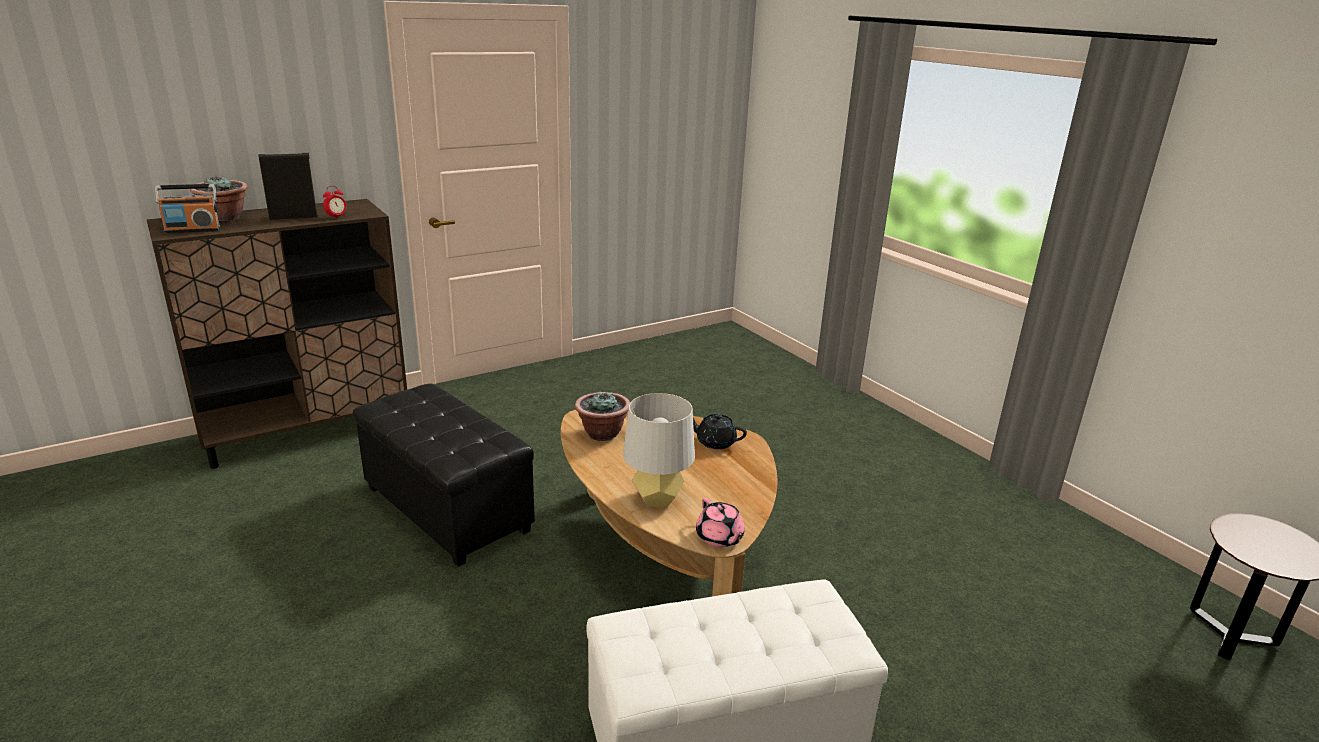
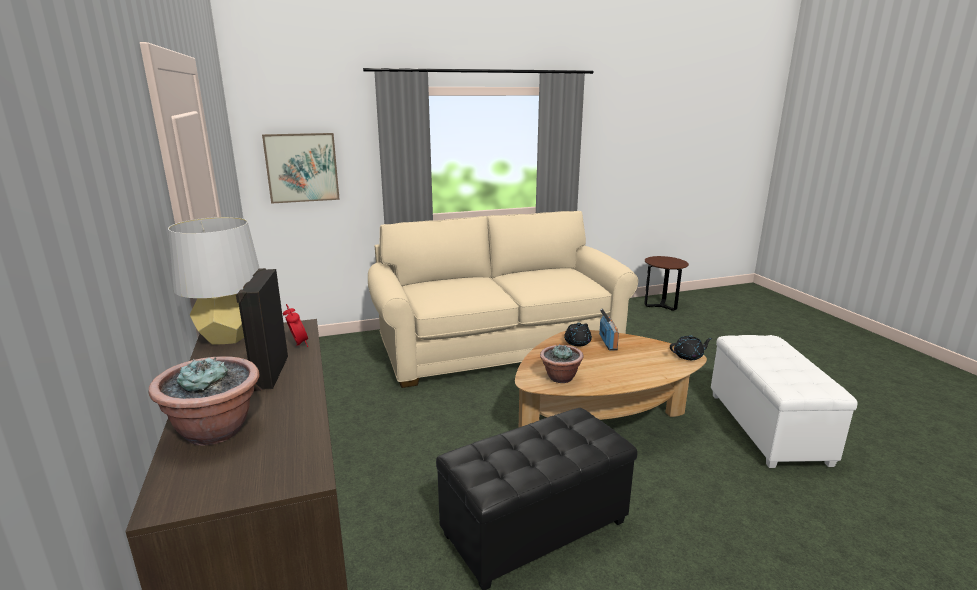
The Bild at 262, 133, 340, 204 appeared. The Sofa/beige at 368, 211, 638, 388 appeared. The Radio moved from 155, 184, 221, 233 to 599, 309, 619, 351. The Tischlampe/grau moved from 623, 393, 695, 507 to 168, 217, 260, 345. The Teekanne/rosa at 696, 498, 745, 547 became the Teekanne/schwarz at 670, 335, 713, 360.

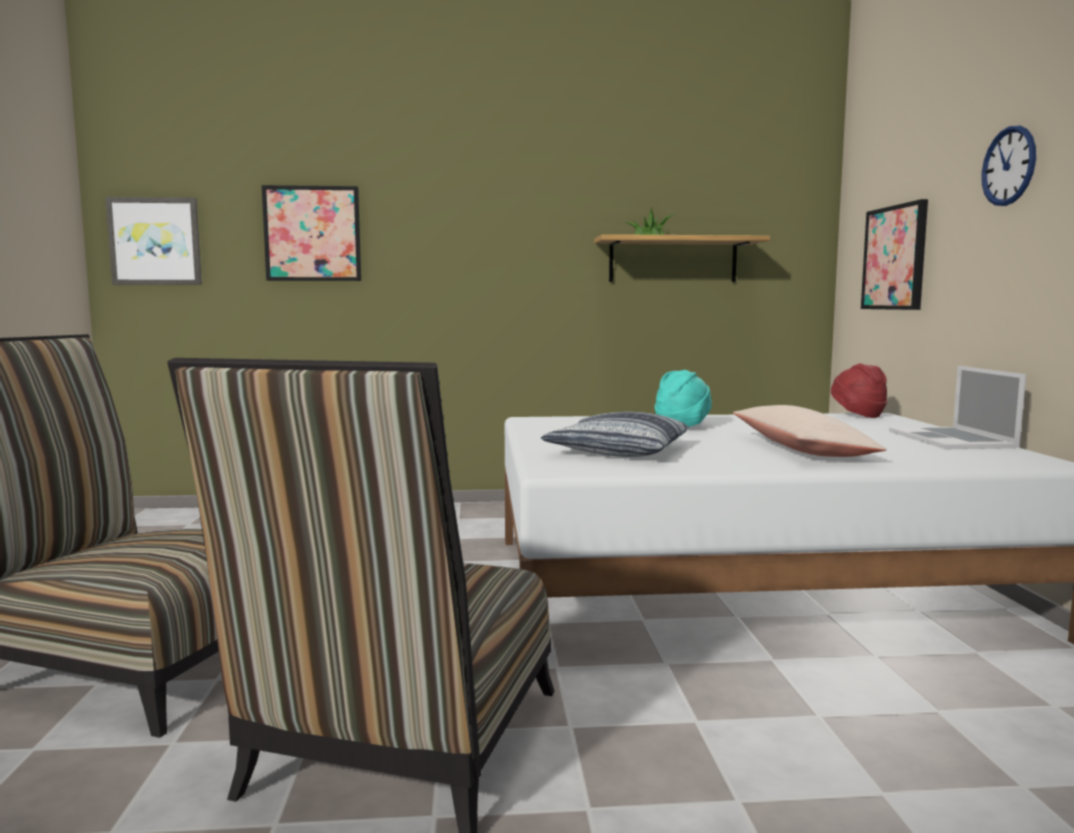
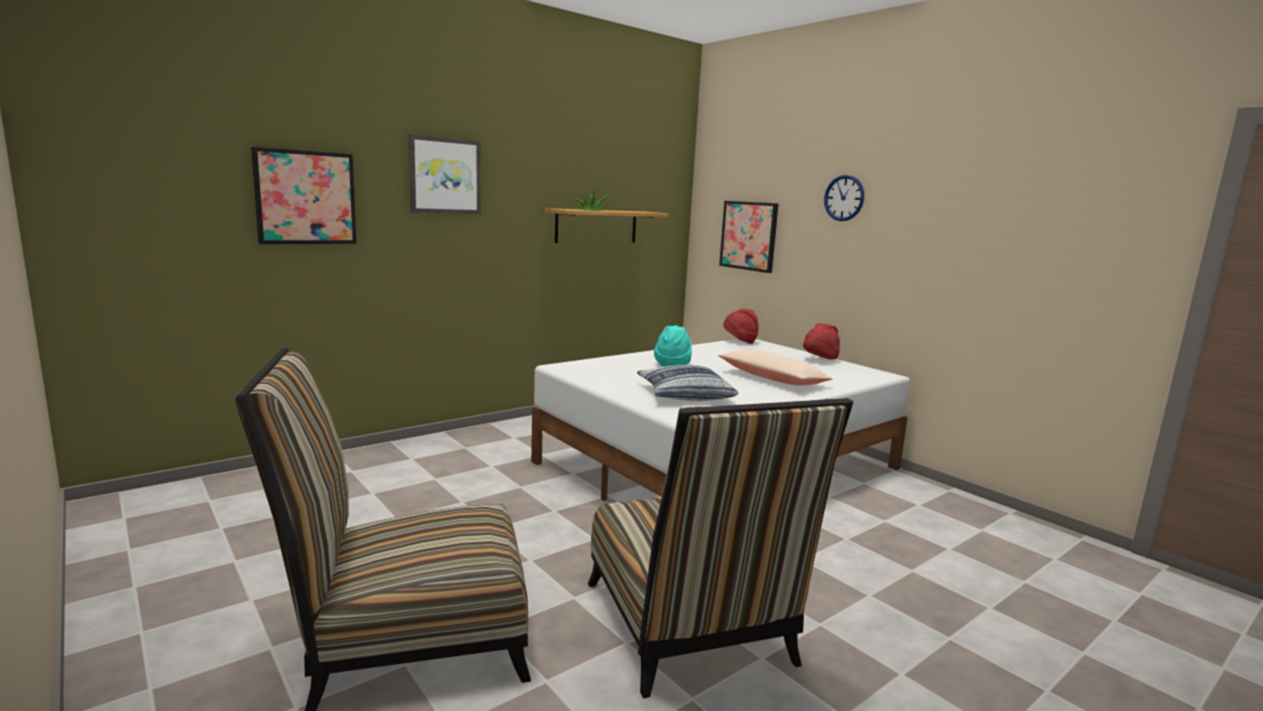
The Bild moved from 106, 197, 202, 285 to 408, 134, 481, 214. The Laptop at 889, 365, 1026, 449 was replaced by the Hut/rot at 803, 323, 840, 360.

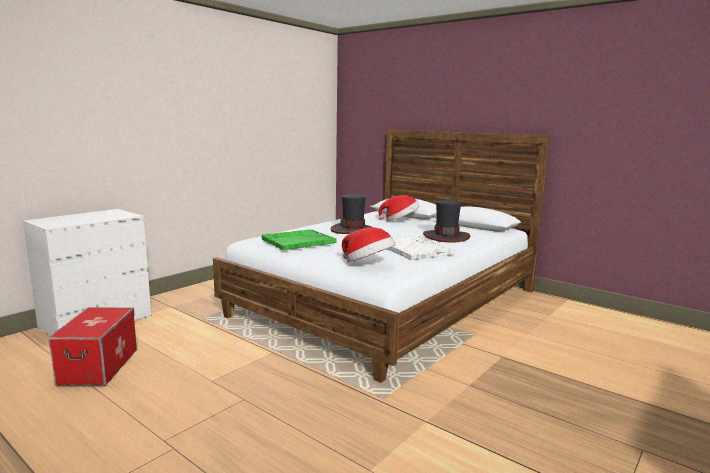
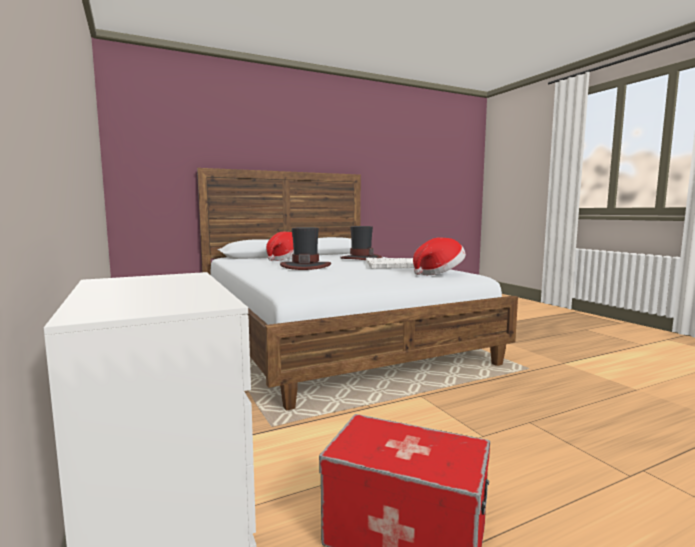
The Tablett/grün at 261, 229, 337, 250 disappeared.

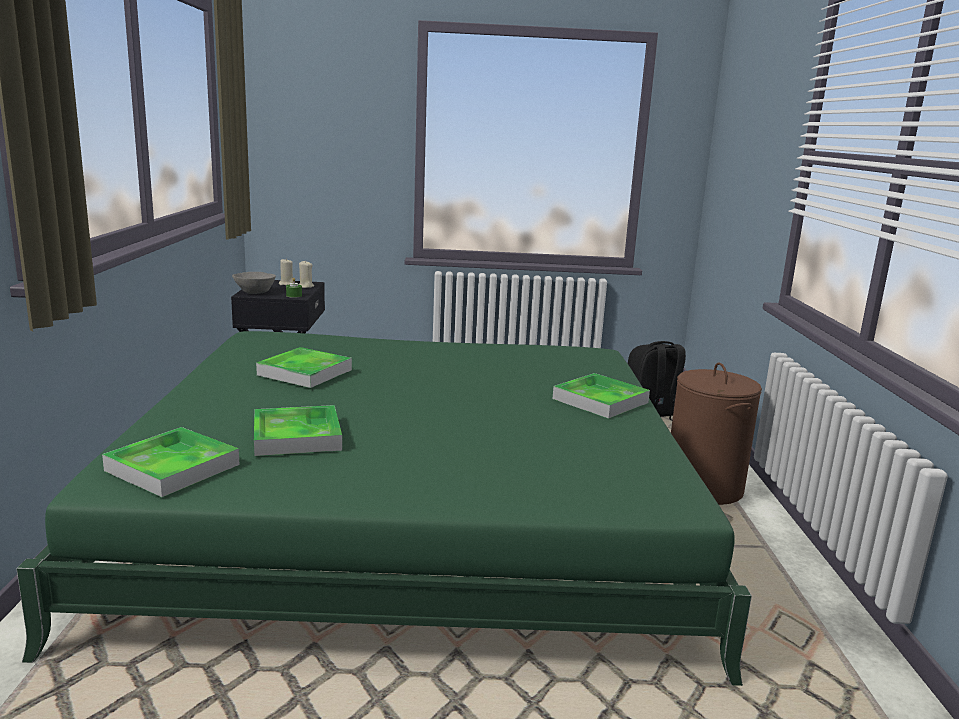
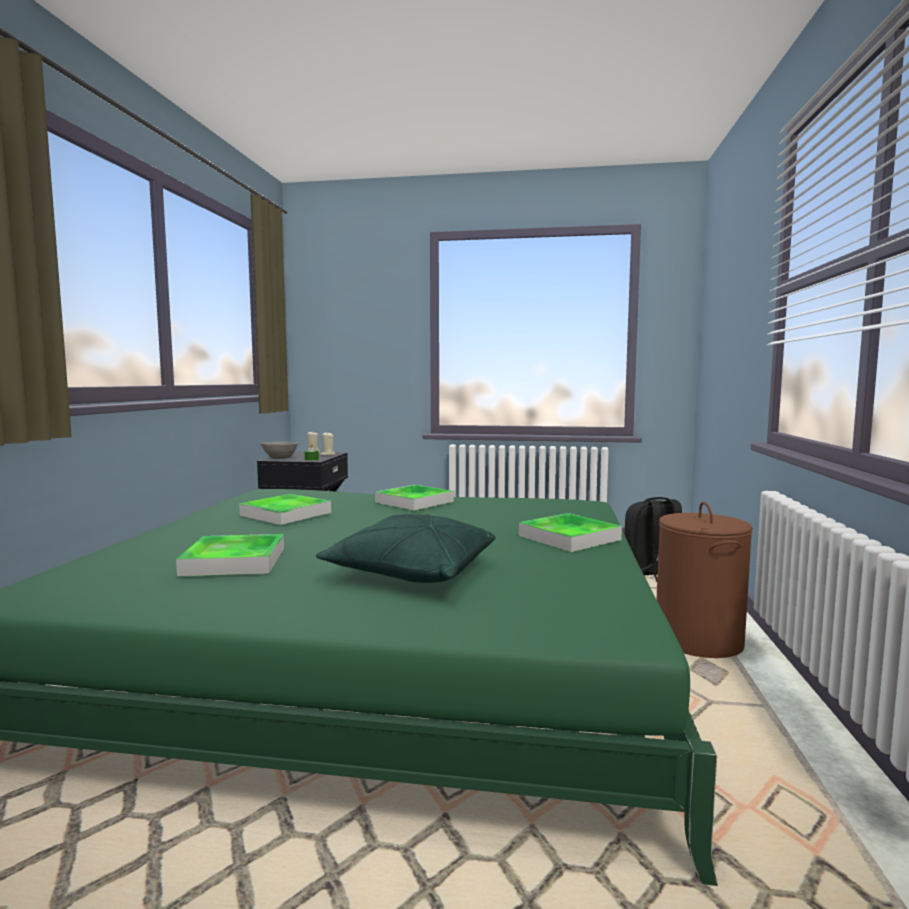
The Kissen/grün at 316, 514, 495, 583 appeared. The Tablett moved from 102, 427, 240, 497 to 375, 485, 454, 511.

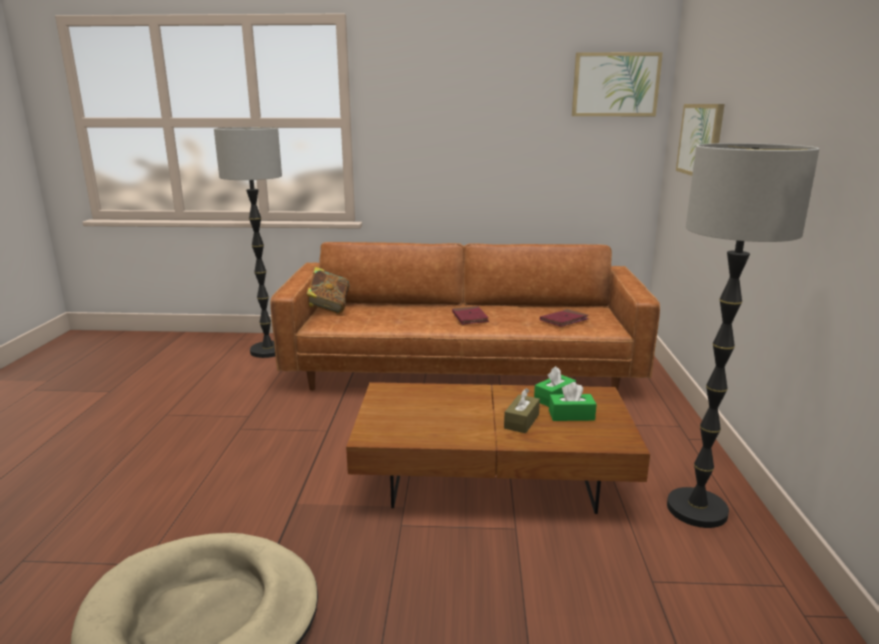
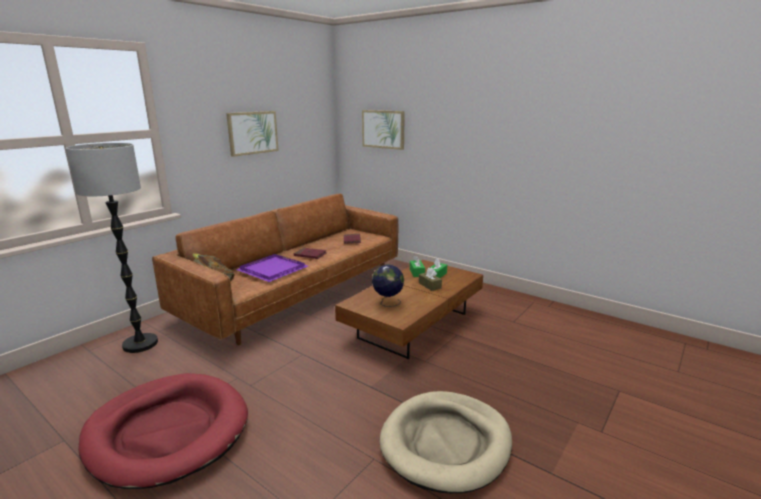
The Stehlampe at 667, 143, 819, 528 disappeared. The Hundebett/rot at 78, 373, 248, 489 appeared. The Tablett/lila at 236, 254, 308, 282 appeared. The Globus at 372, 264, 404, 307 appeared. The Bild moved from 572, 52, 663, 116 to 226, 111, 279, 157.

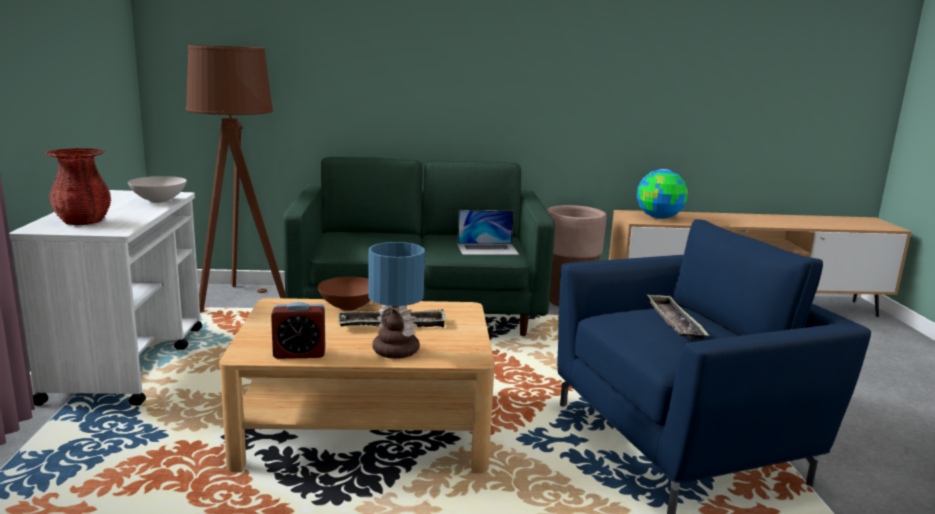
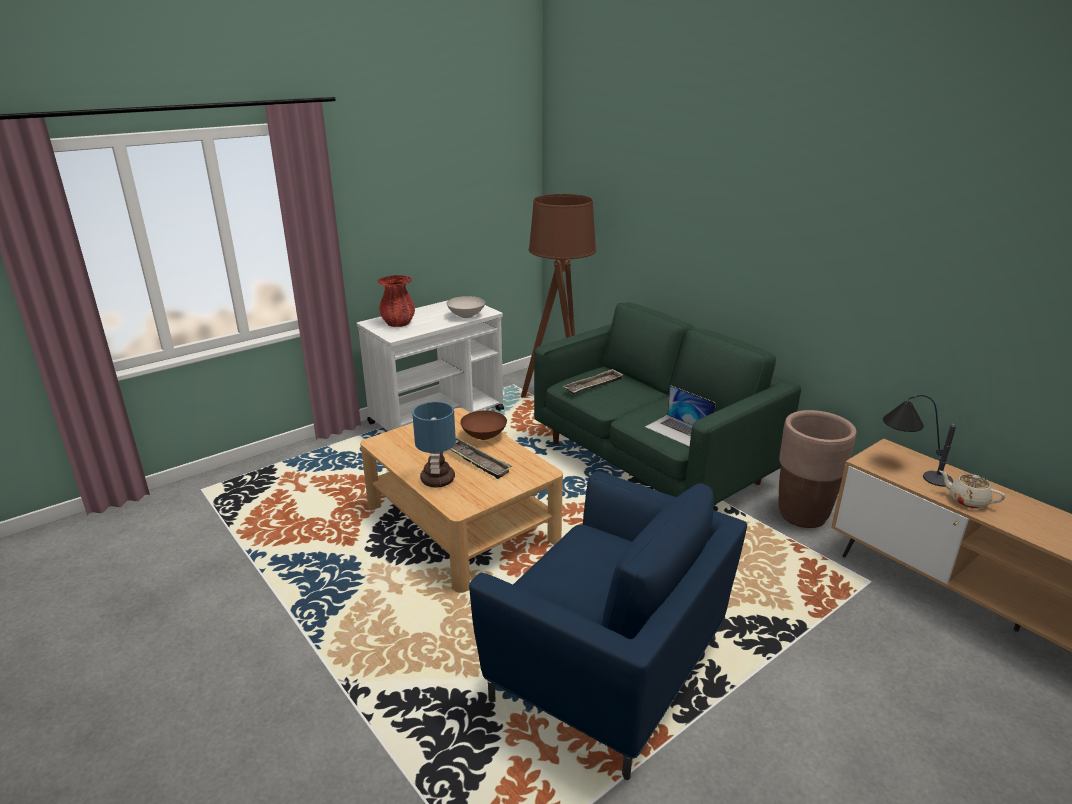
The Wecker at 271, 302, 325, 359 disappeared. The Teekanne/beige at 939, 470, 1005, 509 appeared. The Tablett moved from 647, 295, 709, 340 to 563, 369, 624, 394. The Globus at 637, 169, 688, 219 was replaced by the Tischlampe at 883, 395, 956, 487.

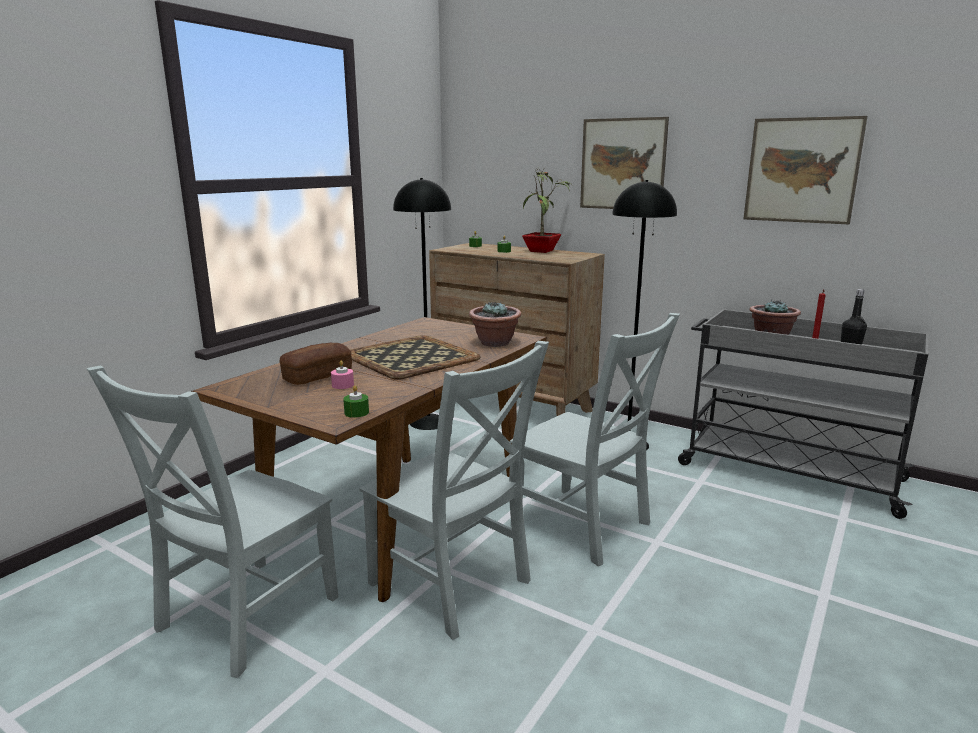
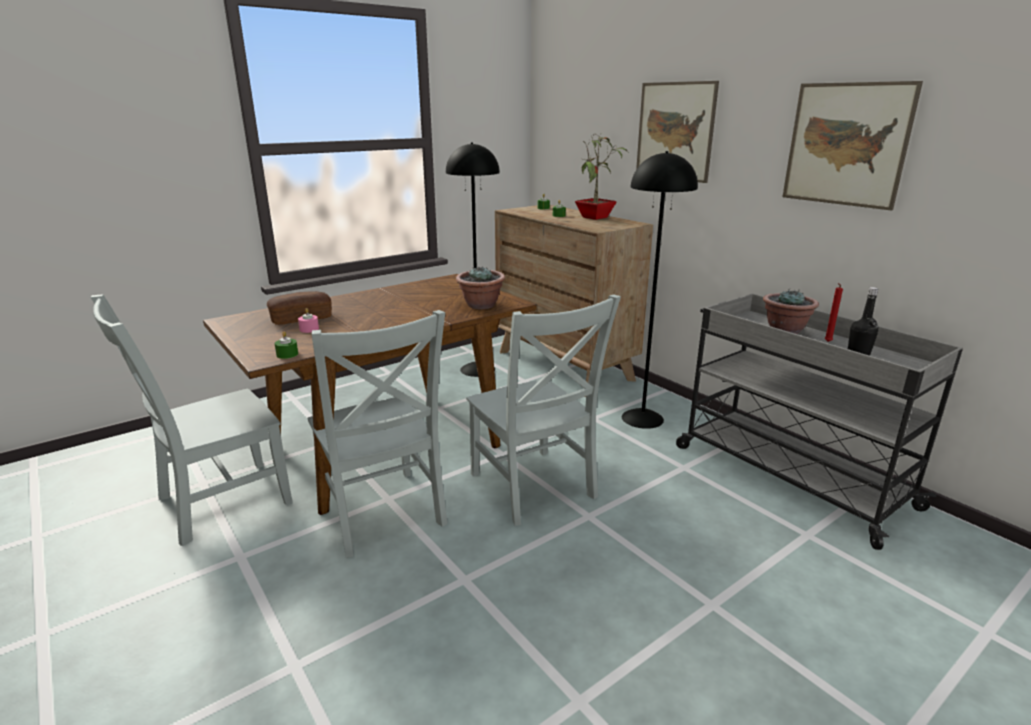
The Tablett at 350, 335, 480, 380 disappeared.

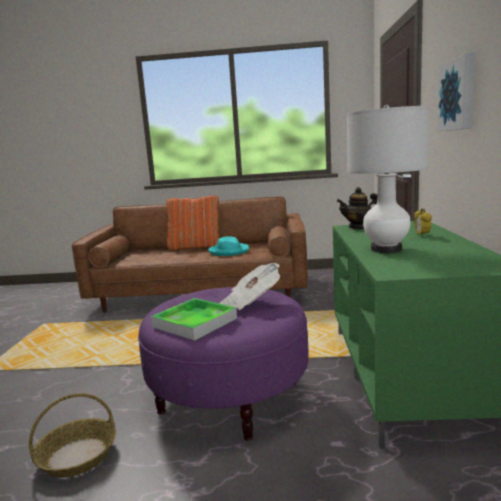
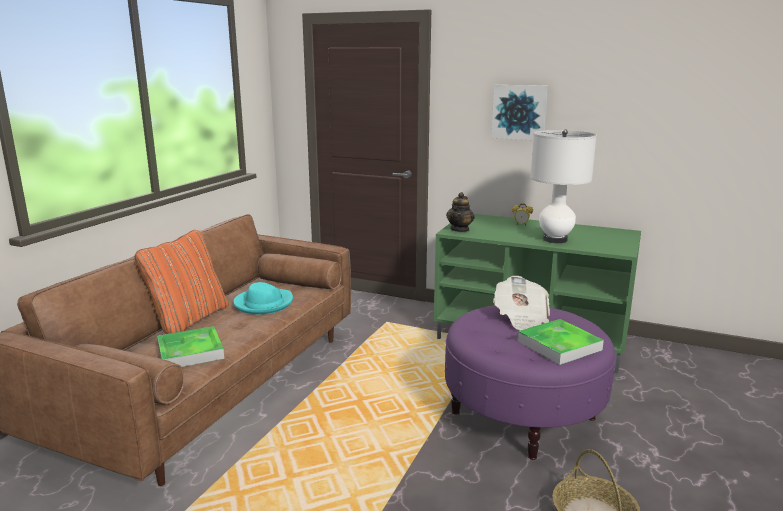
The Tablett at 157, 326, 224, 367 appeared.

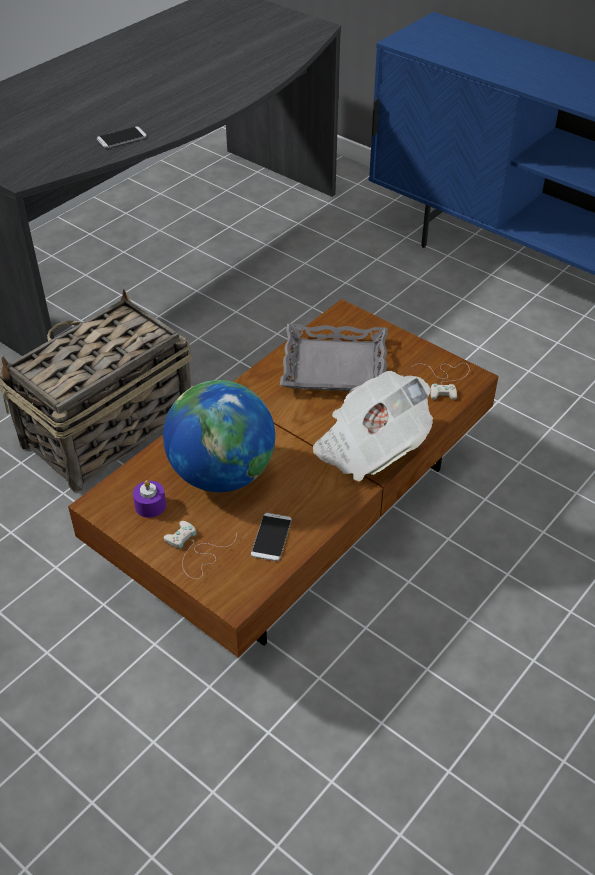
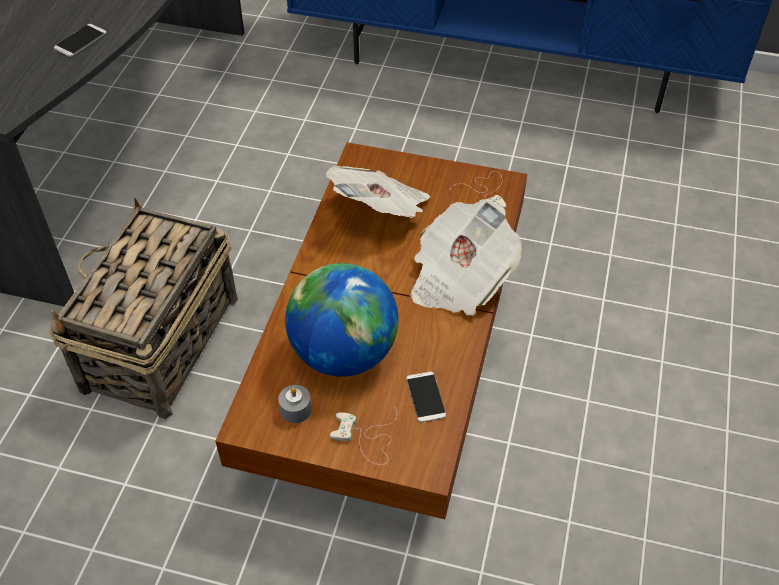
The Tablett/grau at 280, 324, 387, 391 was replaced by the Zeitung at 326, 166, 430, 218. The Kerze/lila at 133, 480, 166, 518 became the Kerze/grau at 278, 385, 312, 423.

